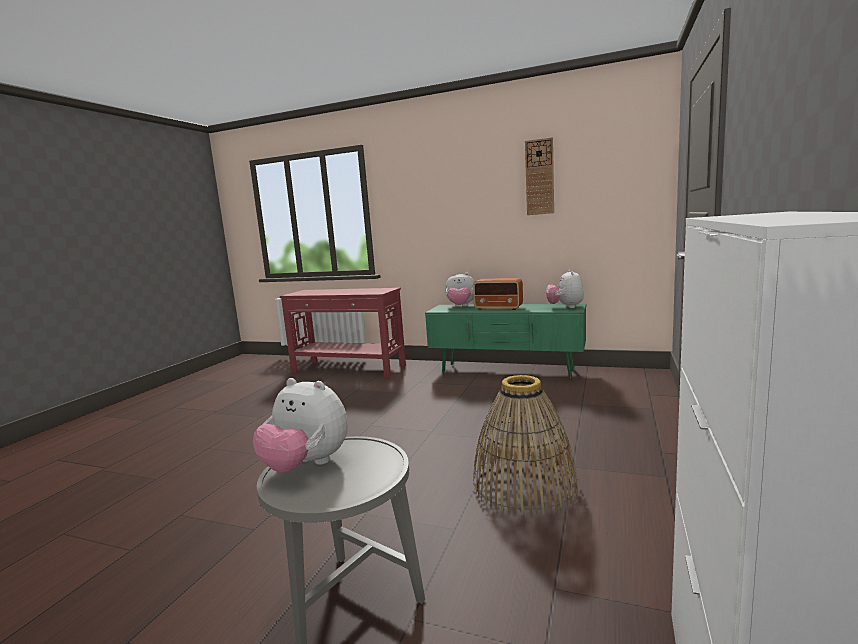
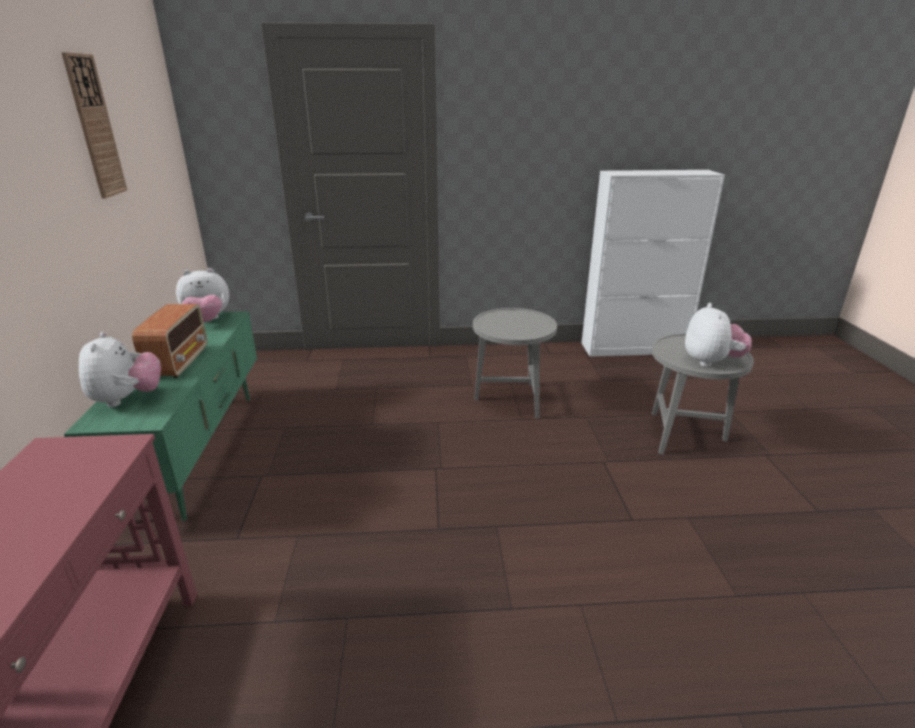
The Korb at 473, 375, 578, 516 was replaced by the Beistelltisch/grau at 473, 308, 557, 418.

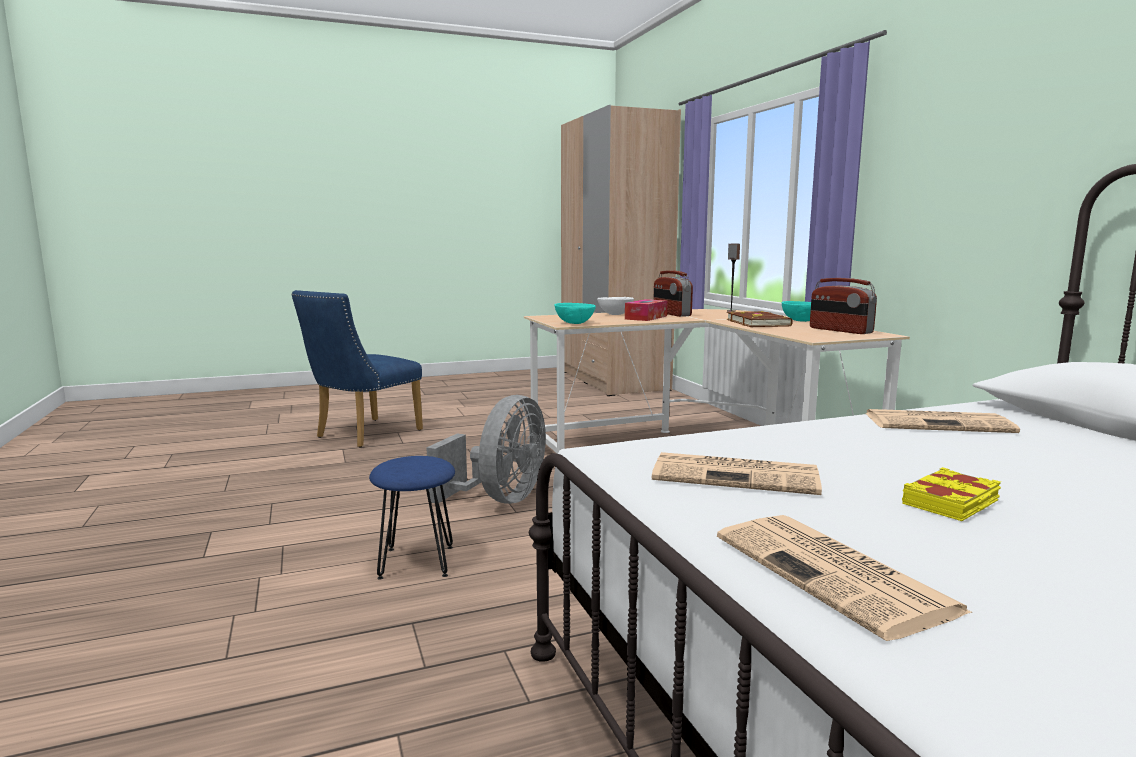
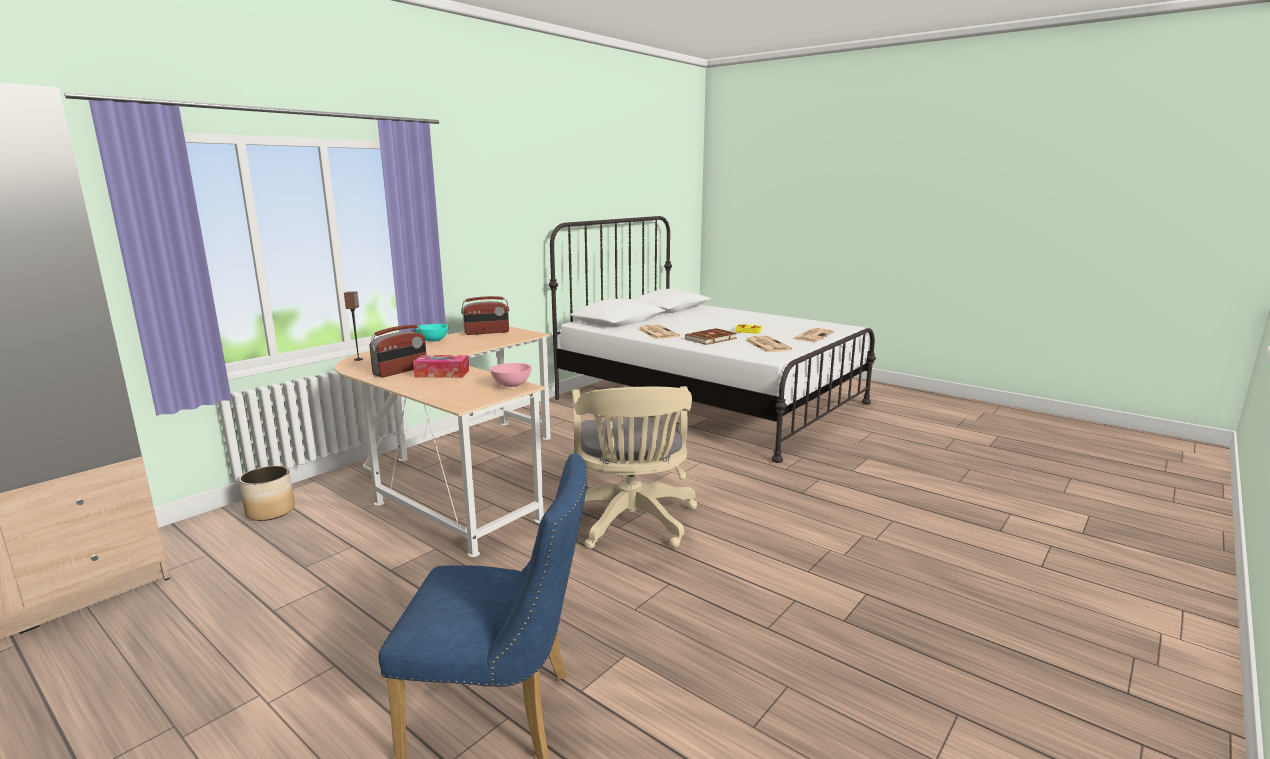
The Hocker/blau at 369, 456, 455, 580 disappeared. The Schüssel/weiß at 597, 297, 634, 315 disappeared. The Pflanzkübel at 239, 466, 295, 521 appeared. The Buch/braun moved from 726, 311, 793, 327 to 685, 328, 737, 345. The Ventilator/grau at 426, 395, 546, 504 was replaced by the Bürostuhl/beige at 573, 386, 697, 549. The Schüssel/türkis at 554, 303, 596, 324 became the Schüssel/rosa at 490, 363, 532, 387. The Radio at 810, 278, 877, 334 turned 45 degrees clockwise.

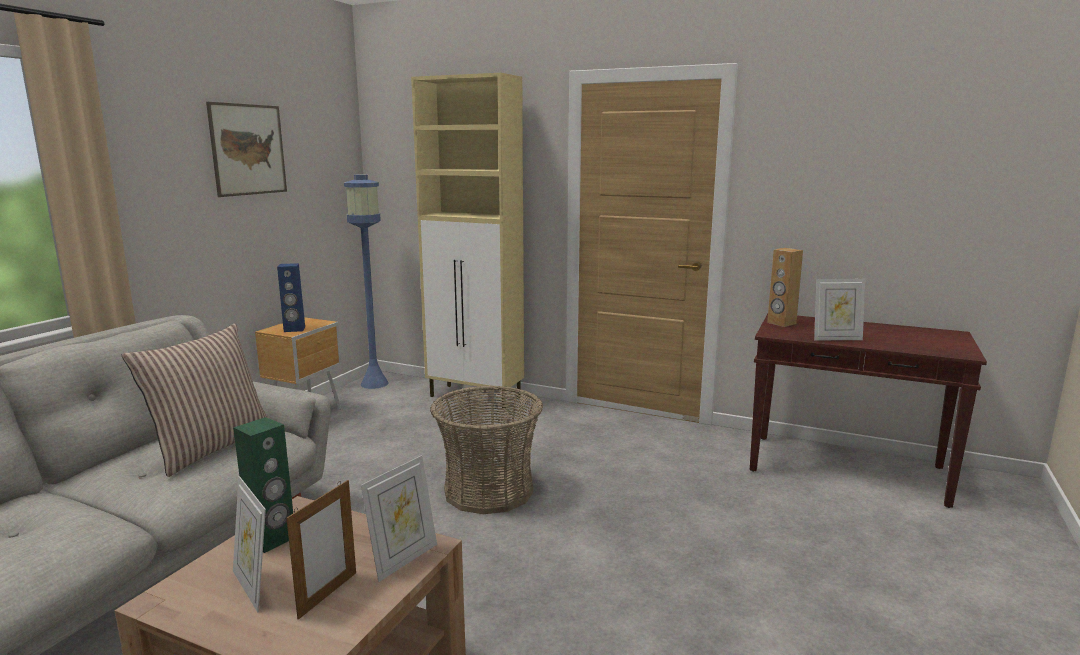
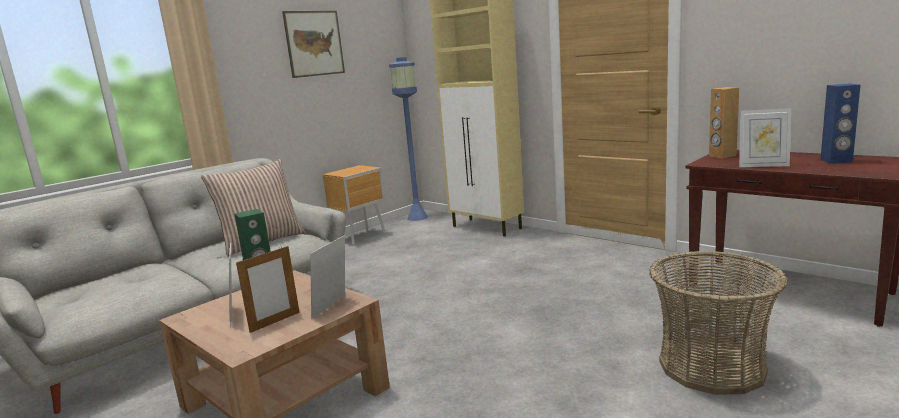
The Lautsprecher/blau moved from 277, 263, 305, 332 to 821, 84, 861, 163. The Korb moved from 430, 385, 543, 514 to 649, 251, 788, 395. The Bilderrahmen at 361, 455, 437, 582 turned 150 degrees clockwise.

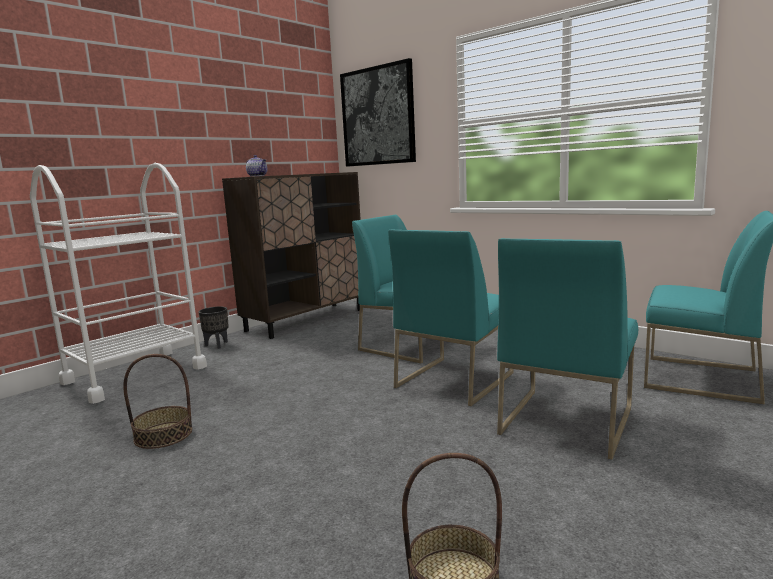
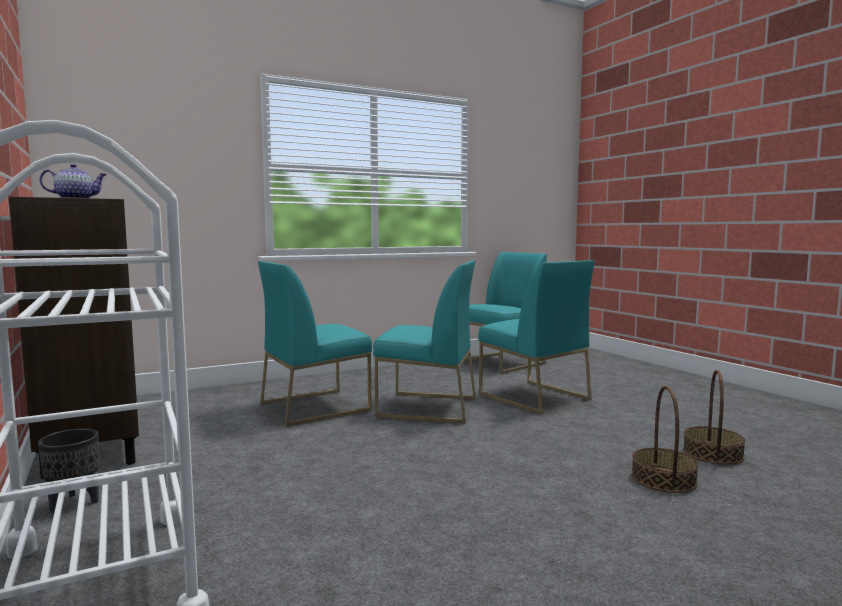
The Bild at 340, 58, 416, 167 disappeared. The Korb moved from 123, 354, 192, 449 to 631, 386, 699, 493. The Stuhl/türkis at 388, 229, 514, 406 turned 45 degrees counterclockwise.

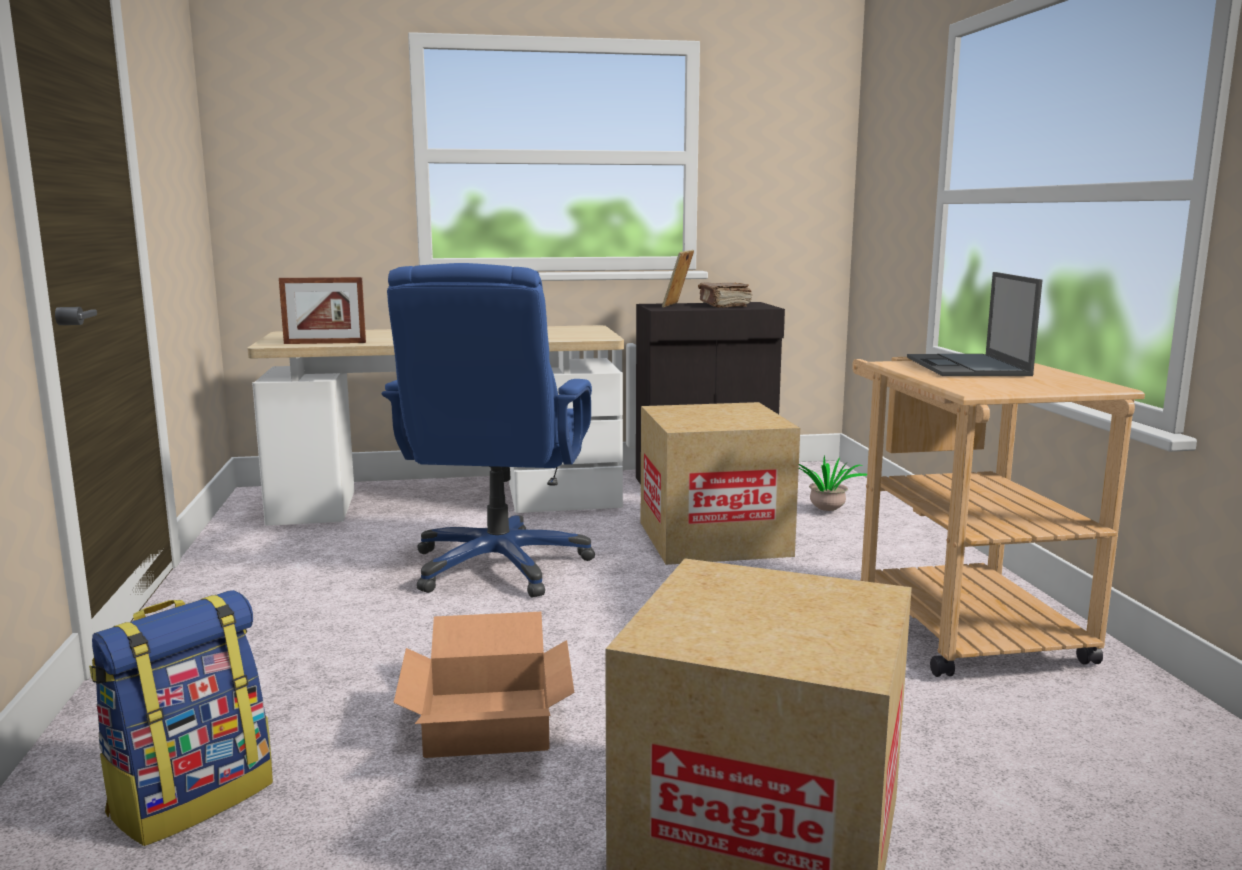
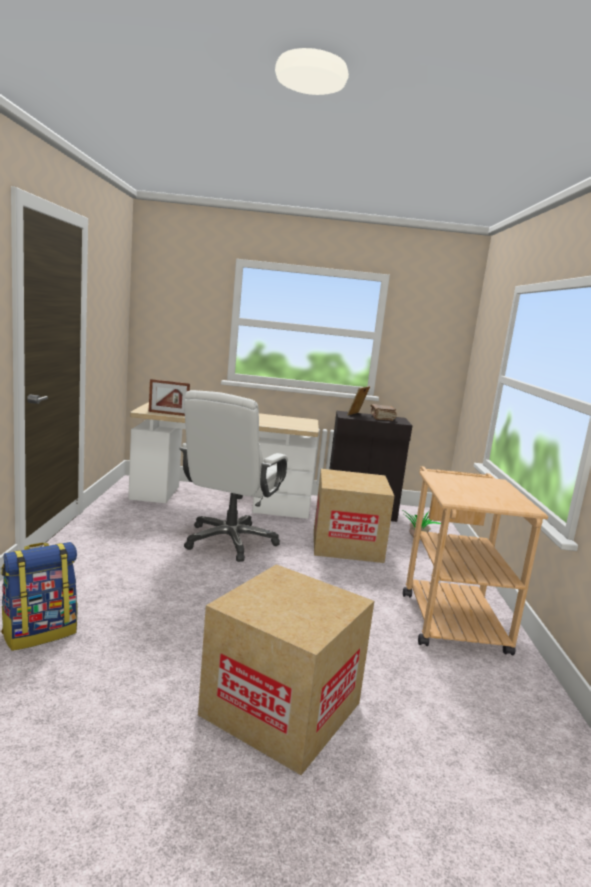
The Karton at 393, 612, 574, 758 disappeared. The Laptop at 907, 272, 1042, 376 disappeared. The Bürostuhl/blau at 381, 263, 595, 598 became the Bürostuhl/weiß at 179, 390, 288, 562.

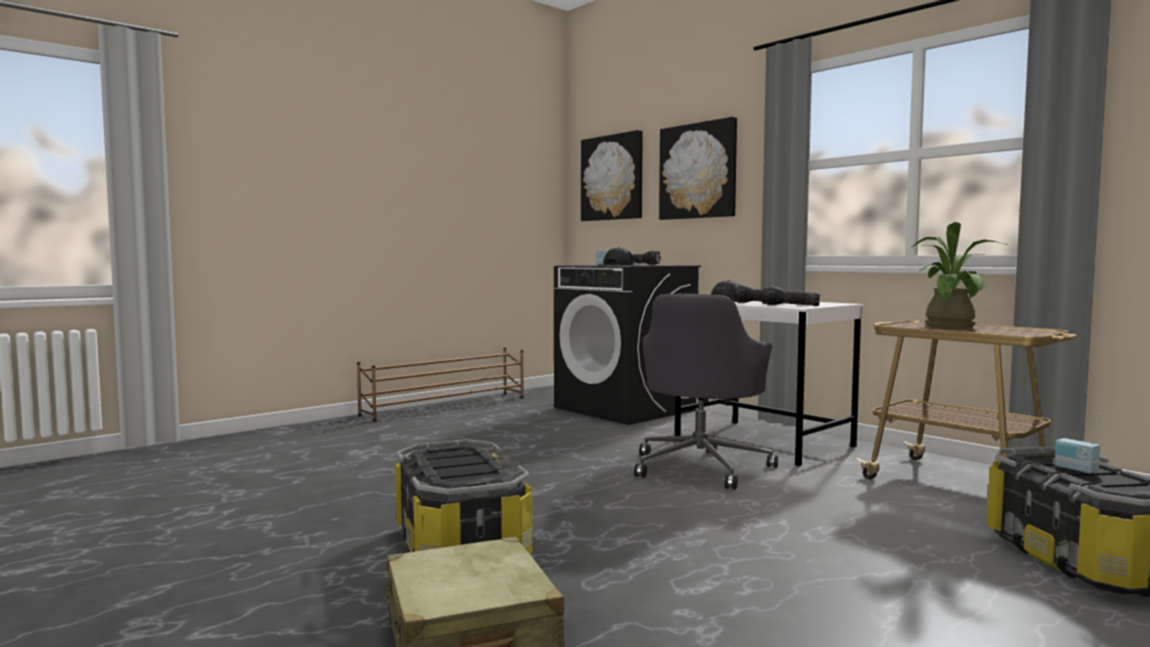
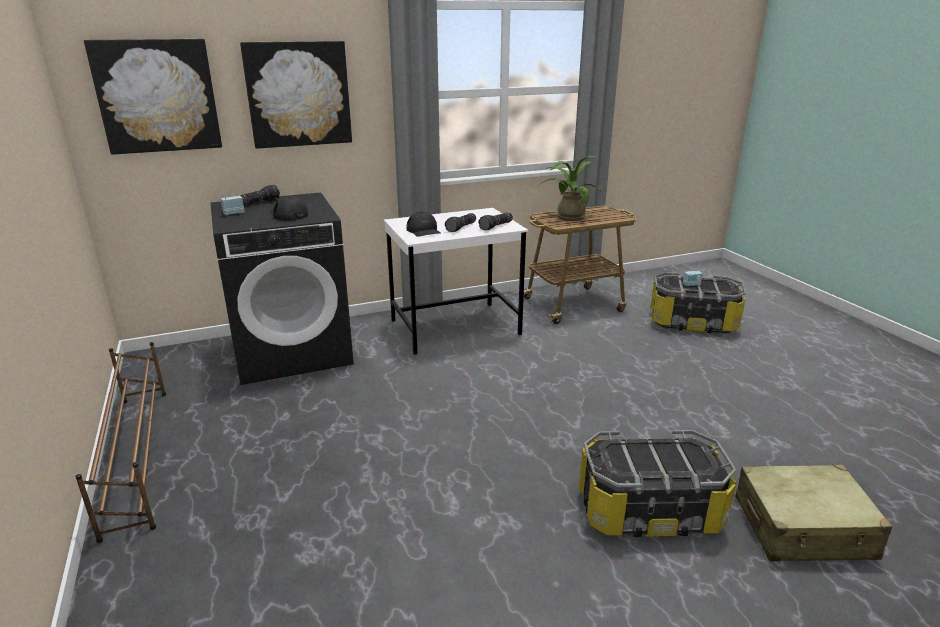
The Bürostuhl/grau at 634, 294, 778, 490 disappeared.

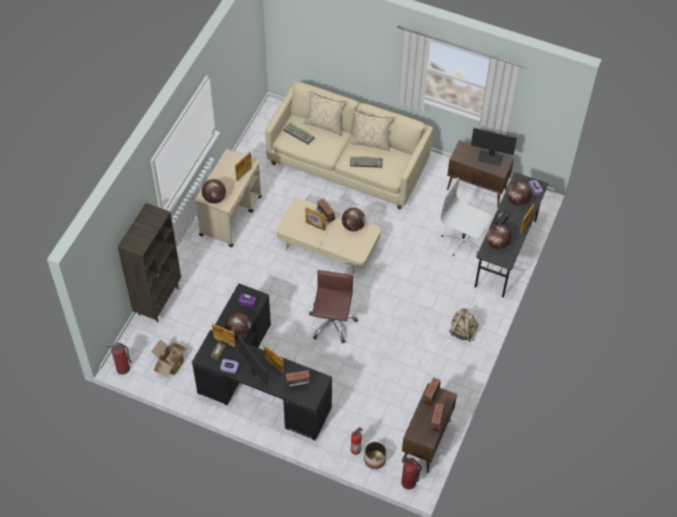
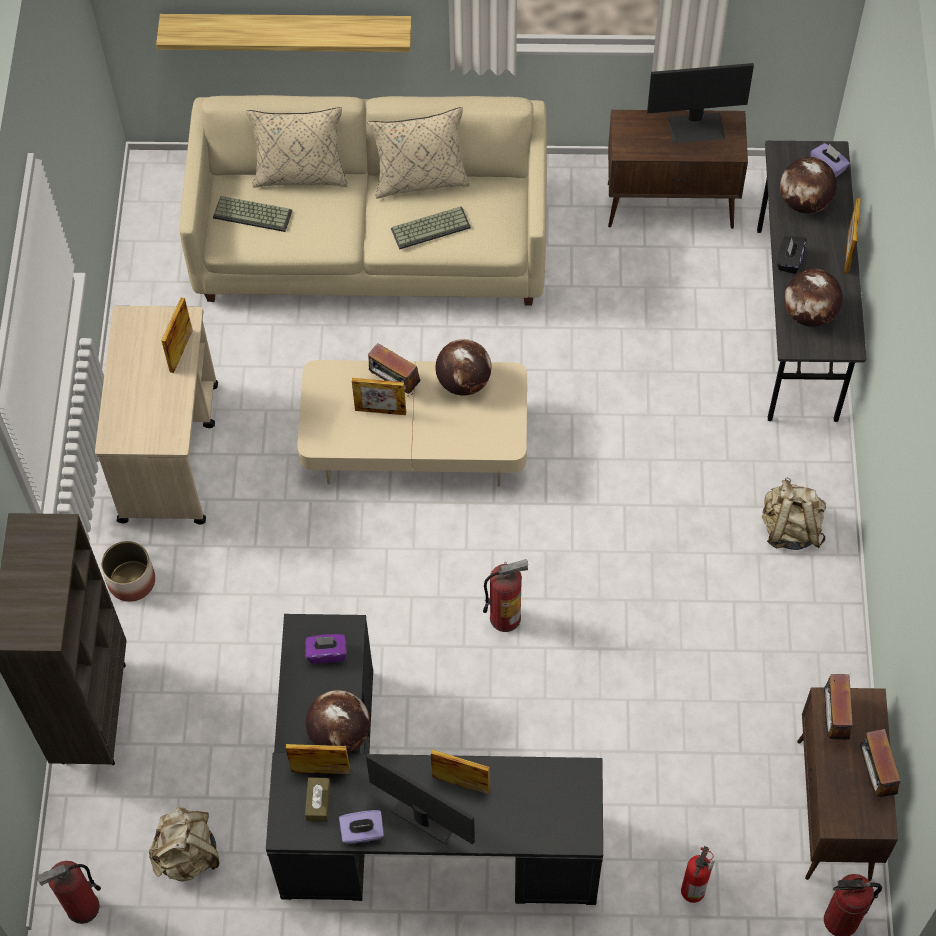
The Globus at 202, 179, 226, 203 disappeared. The Radio at 285, 370, 312, 388 disappeared. The Bürostuhl/weiß at 440, 178, 492, 256 disappeared. The Wandregal at 156, 14, 412, 52 appeared. The Pflanzkübel moved from 364, 441, 387, 469 to 101, 541, 155, 602. The Karton at 151, 339, 188, 378 was replaced by the Rucksack/beige at 149, 807, 219, 882. The Bürostuhl/braun at 309, 270, 358, 344 was replaced by the Feuerlöscher at 483, 559, 528, 632.

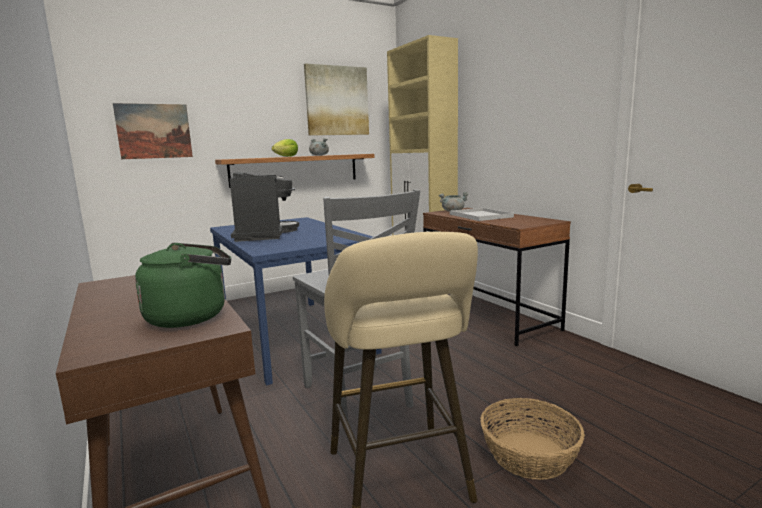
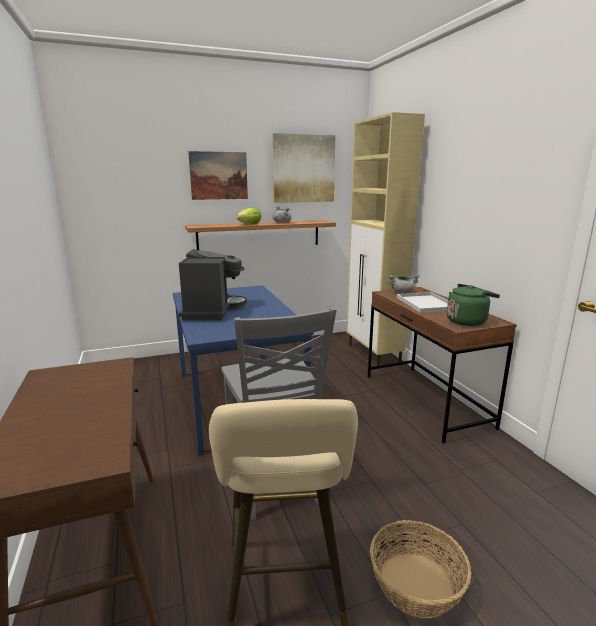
The Bild moved from 113, 103, 193, 159 to 188, 151, 248, 200. The Wasserkessel/grün moved from 135, 243, 231, 328 to 447, 284, 500, 326.

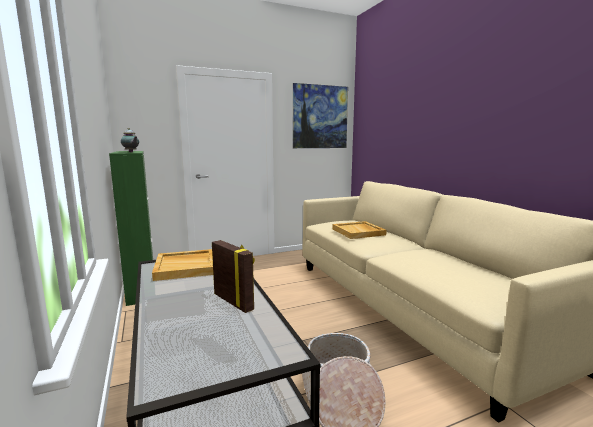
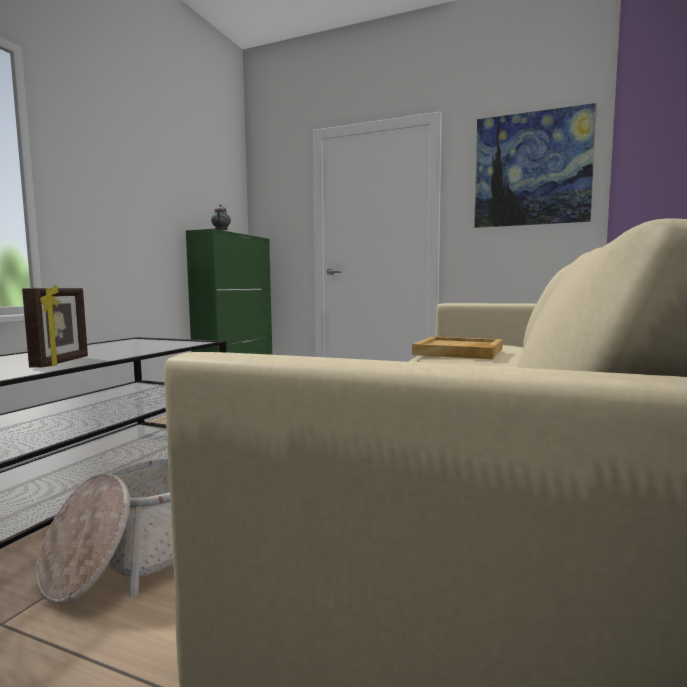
The Tablett/beige at 152, 249, 213, 281 disappeared.

